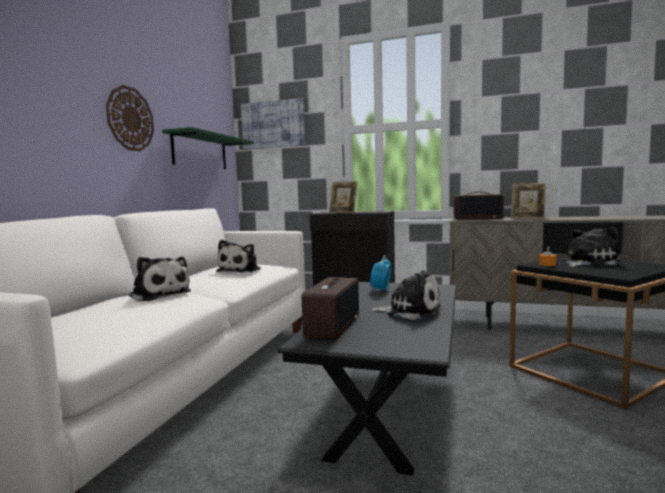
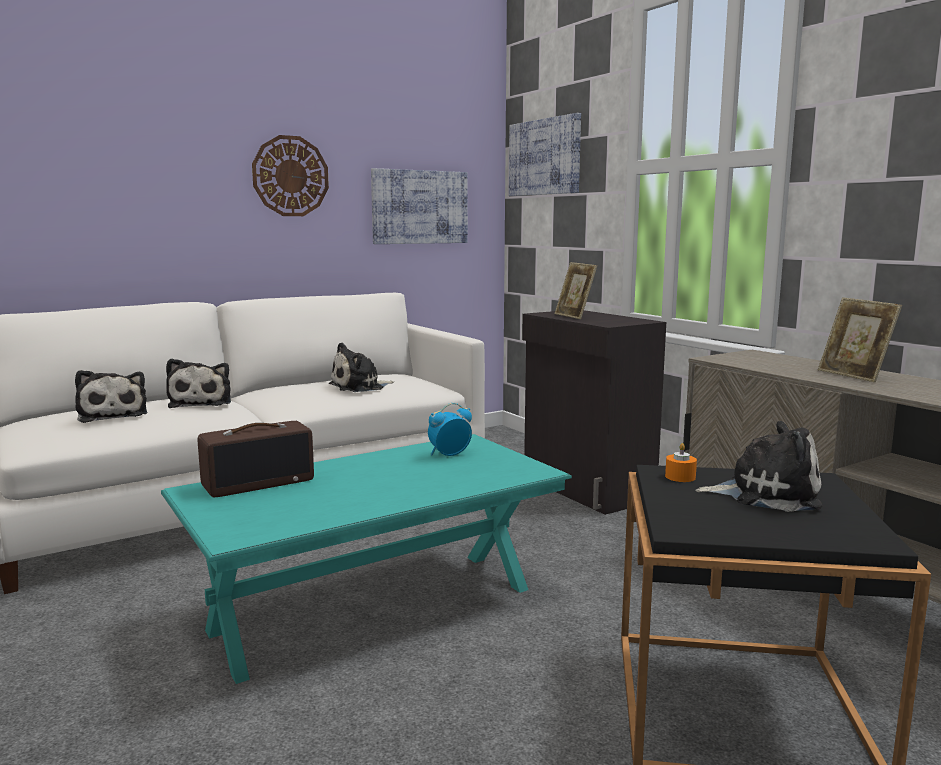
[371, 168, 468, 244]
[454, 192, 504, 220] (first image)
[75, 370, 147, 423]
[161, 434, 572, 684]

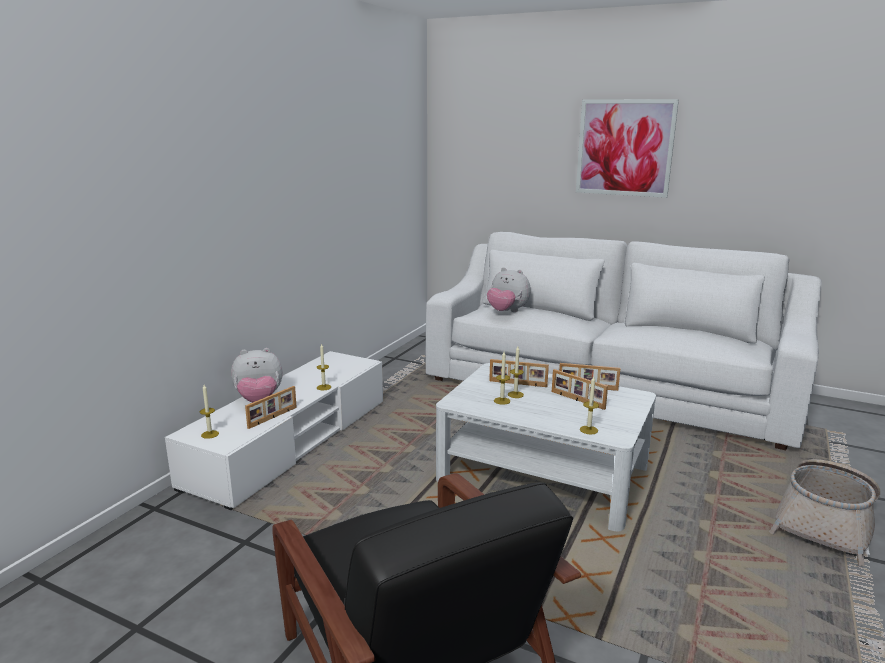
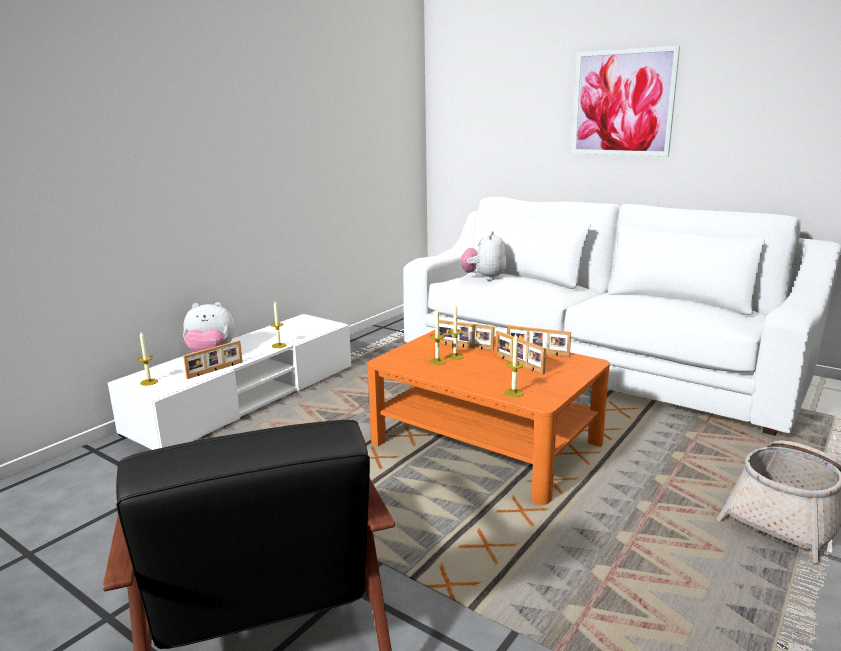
[461, 231, 506, 281]
[367, 330, 610, 505]

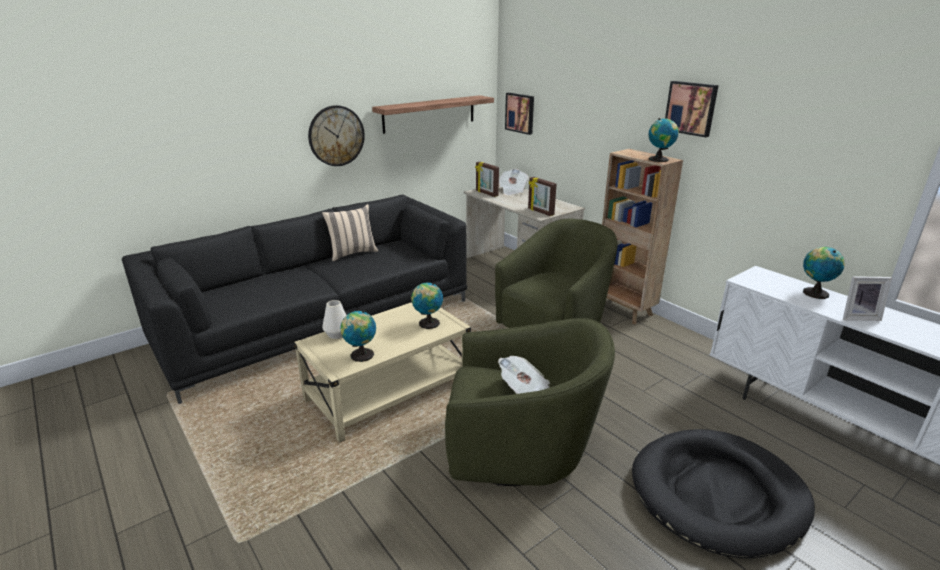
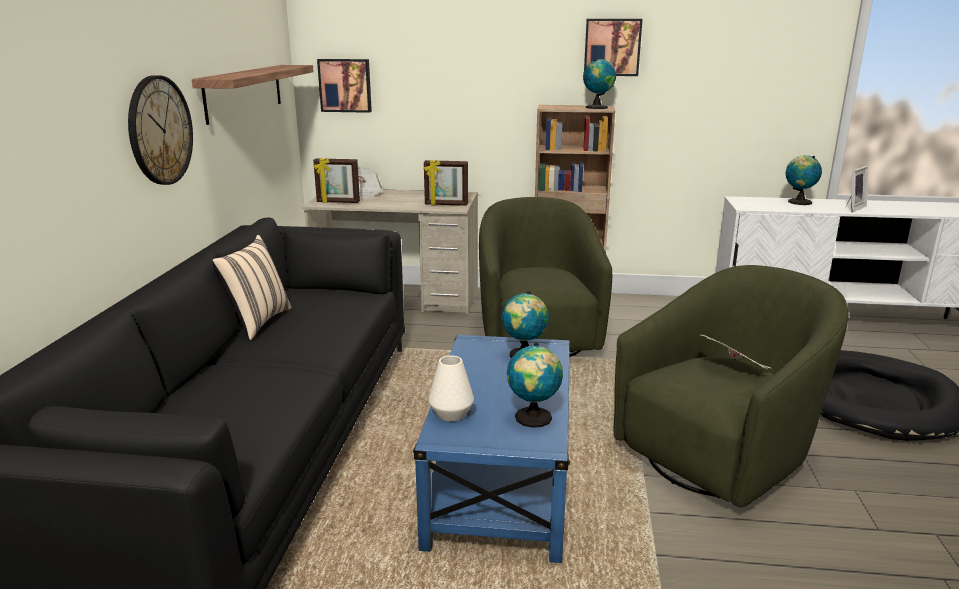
[413, 335, 571, 563]

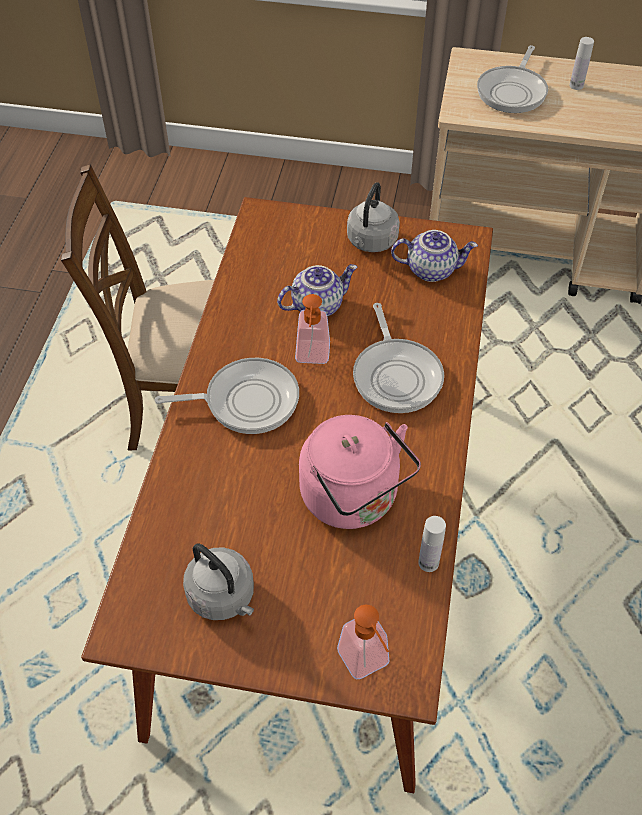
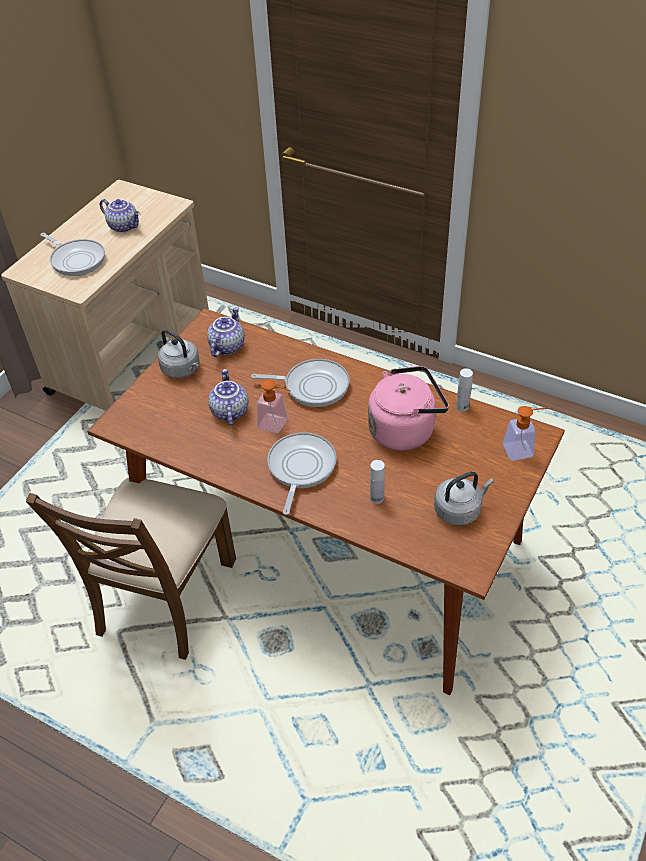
[370, 460, 385, 504]
[100, 199, 140, 233]

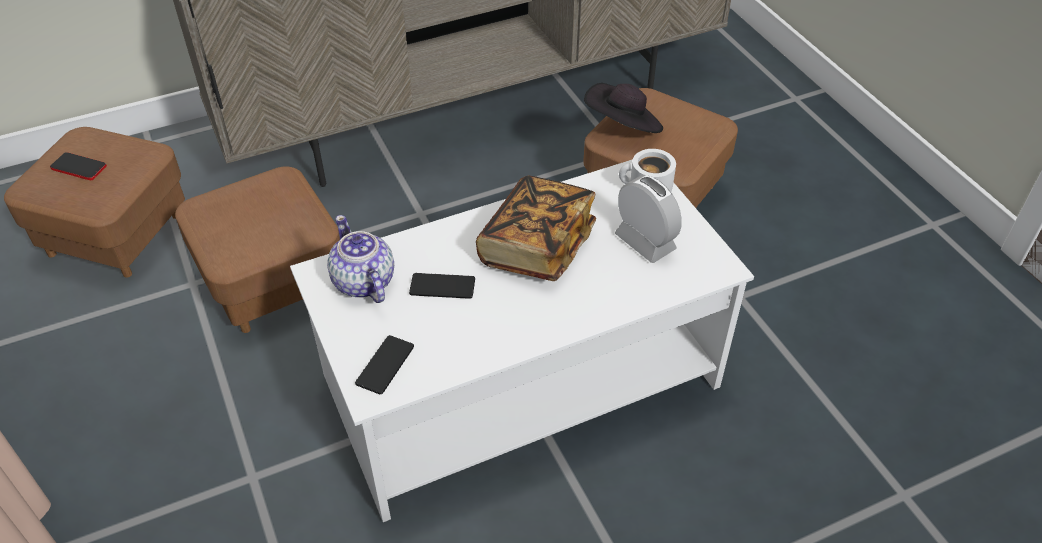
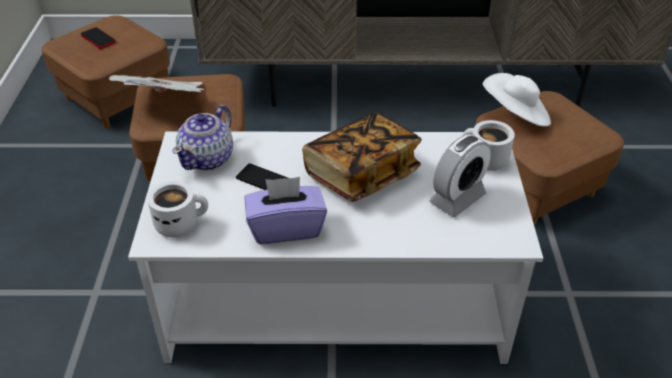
[483, 73, 551, 126]
[429, 134, 491, 217]
[172, 105, 233, 171]
[147, 181, 208, 237]
[109, 75, 205, 92]
[244, 177, 327, 244]

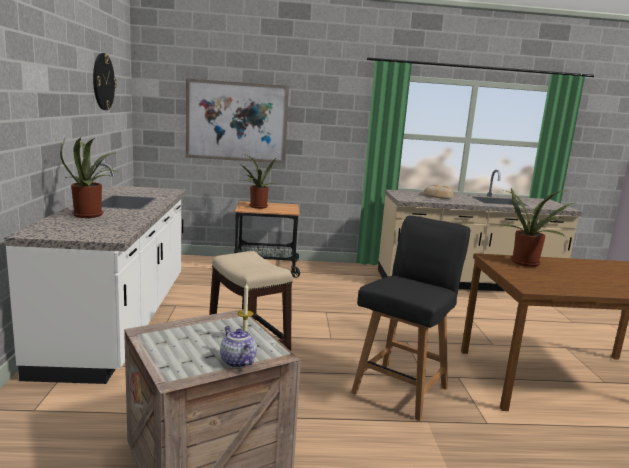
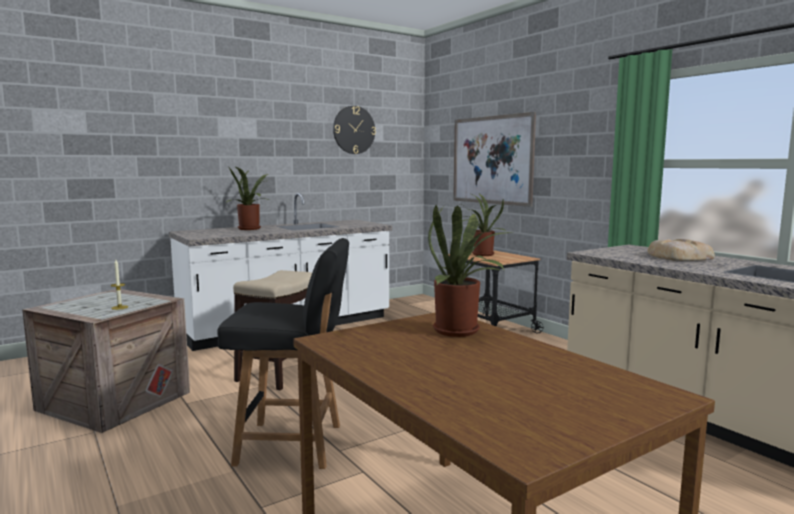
[220, 326, 257, 368] (first image)

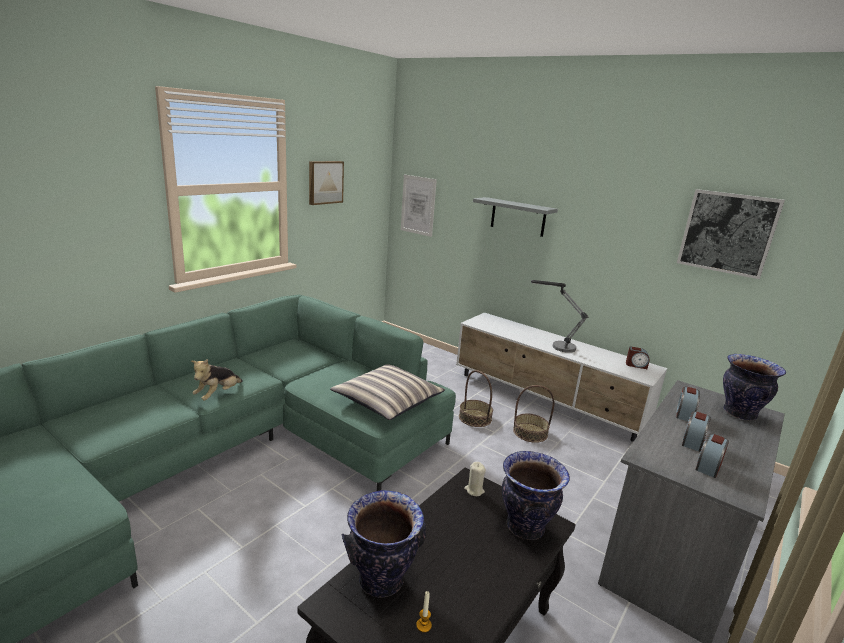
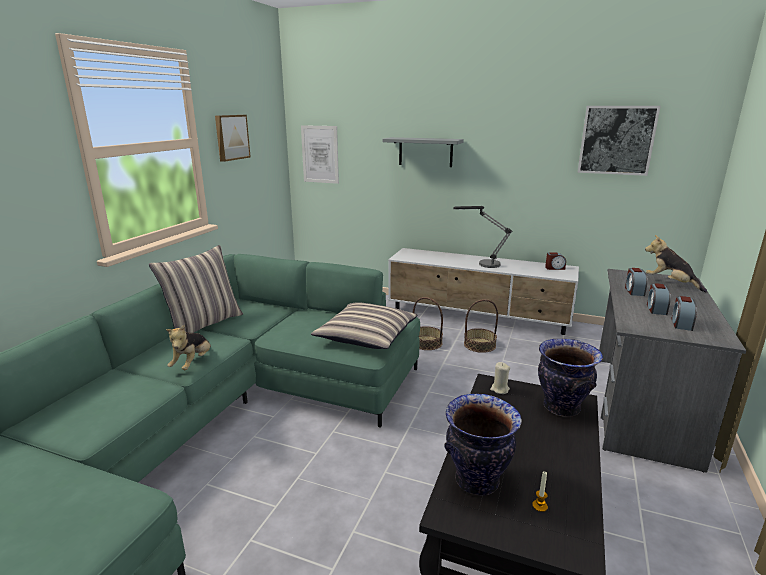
[645, 235, 707, 293]
[149, 245, 243, 333]

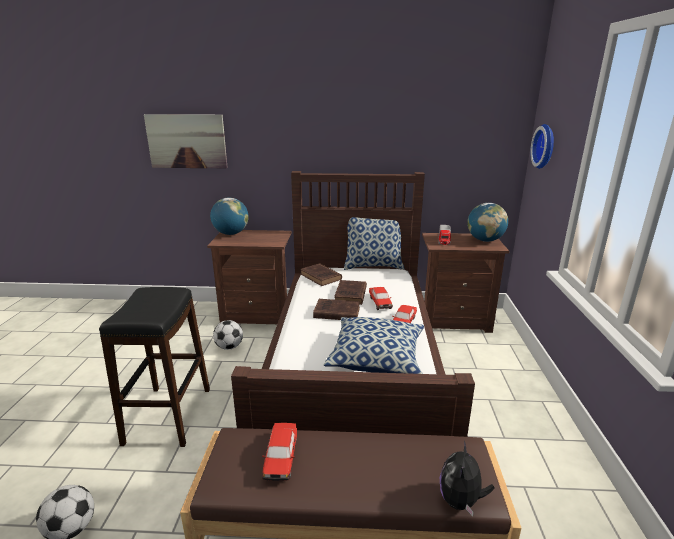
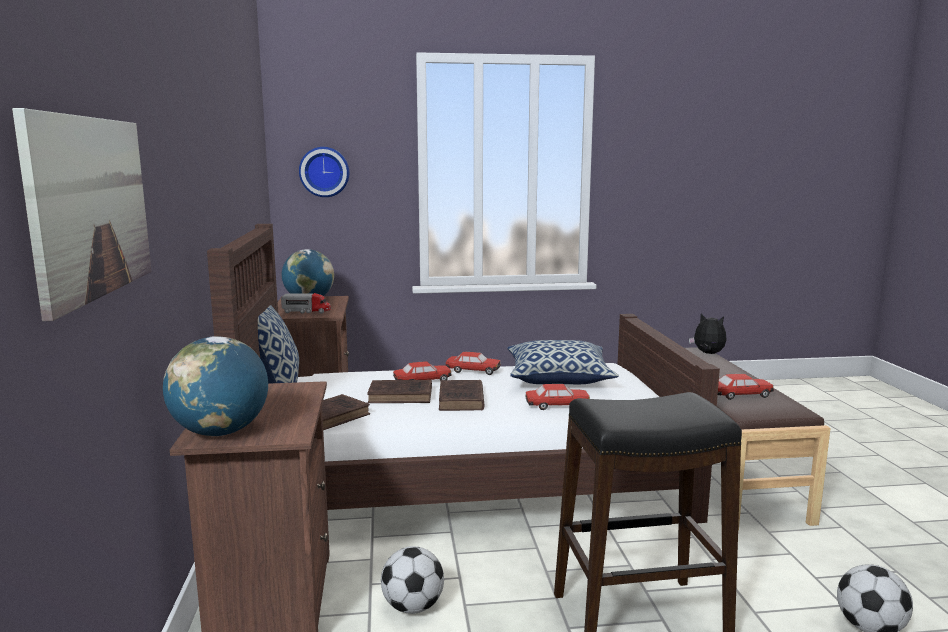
[689, 313, 727, 354]
[526, 384, 590, 410]

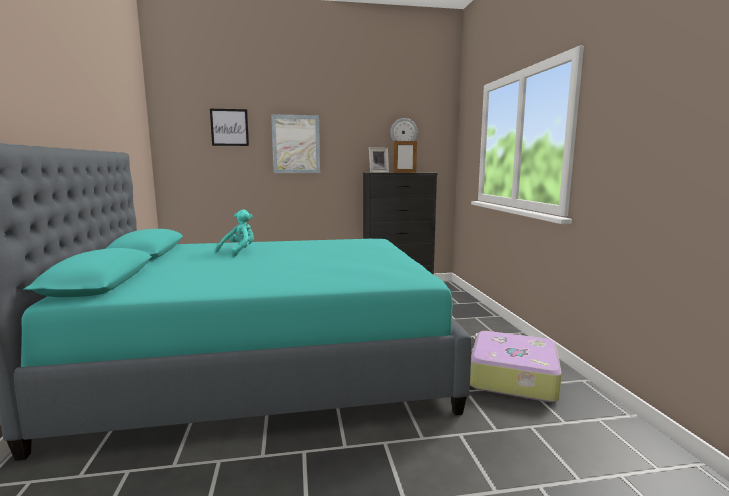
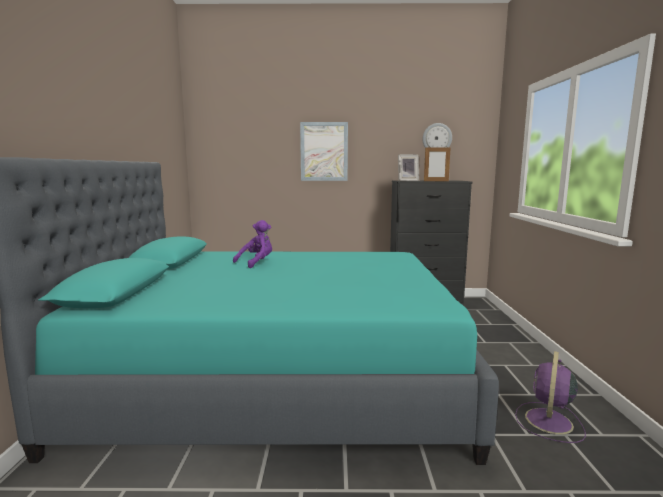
[210, 109, 249, 146] (first image)
[233, 220, 272, 268]
[515, 351, 586, 443]

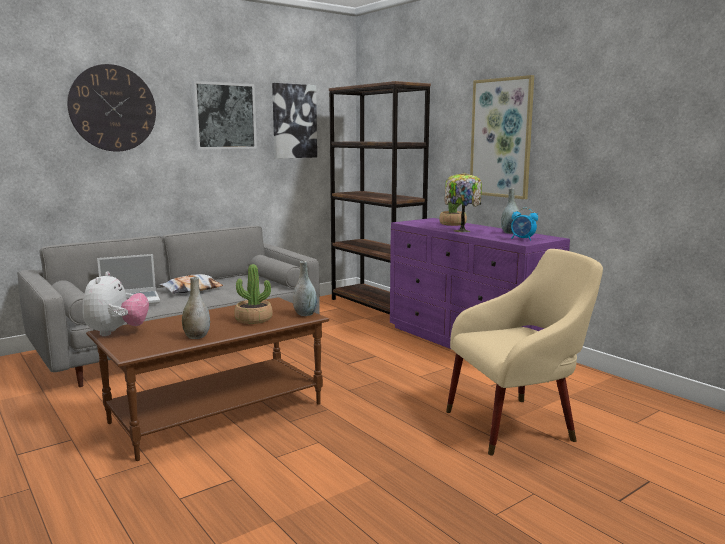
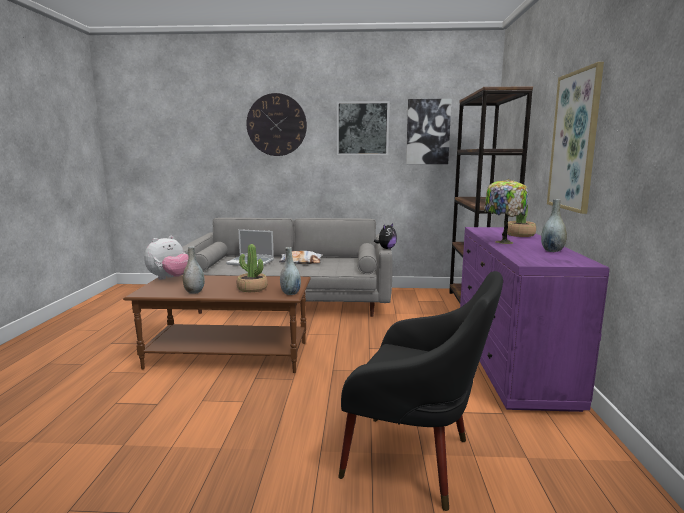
[511, 208, 538, 241] (first image)
[338, 271, 503, 511]
[374, 223, 397, 249]

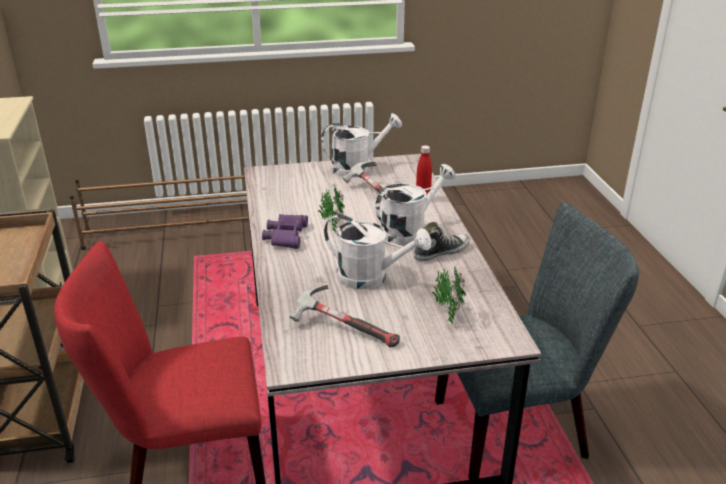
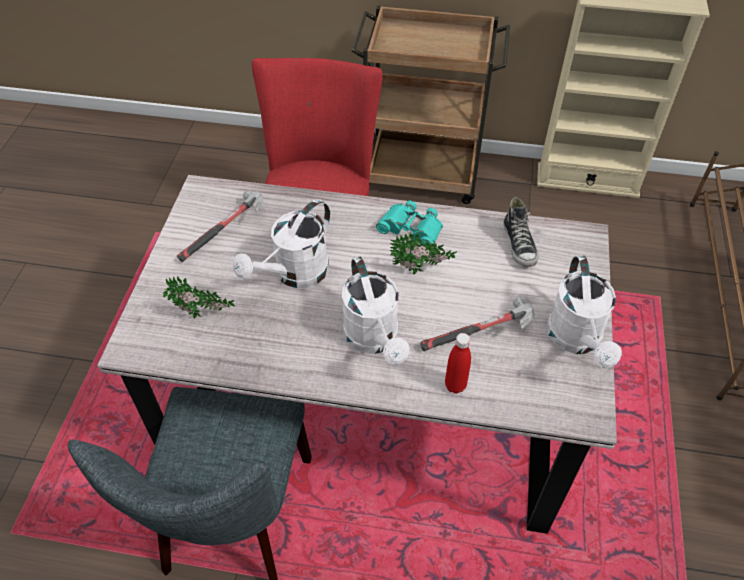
[376, 201, 443, 245]
[503, 197, 539, 267]

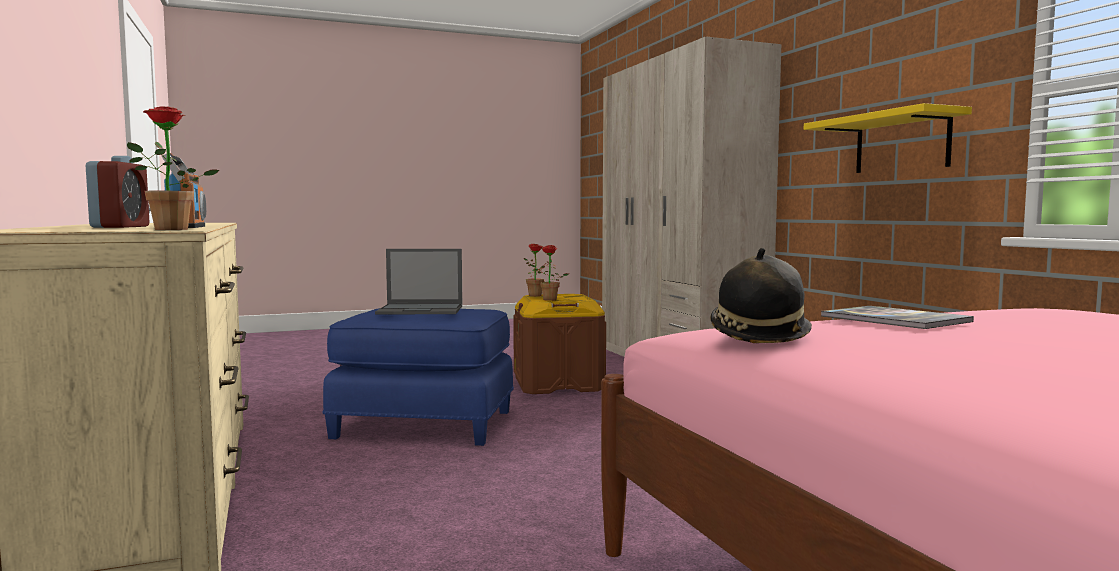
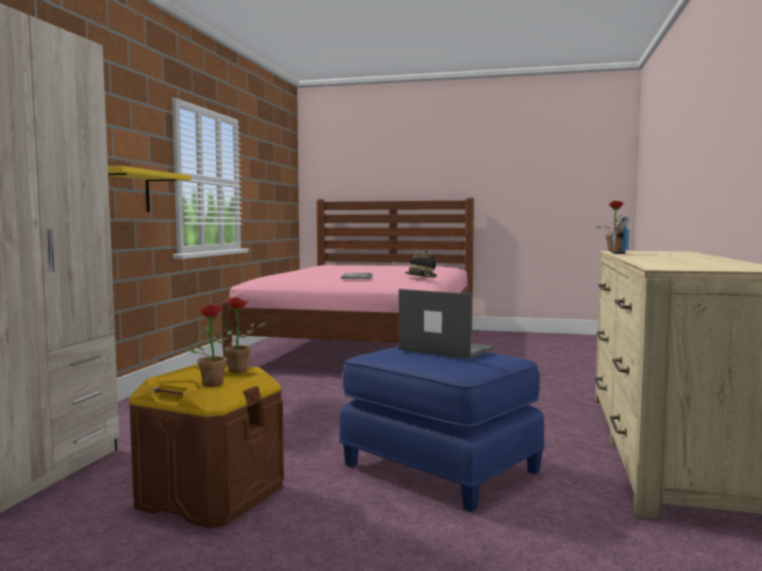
[86, 156, 149, 228] (first image)

